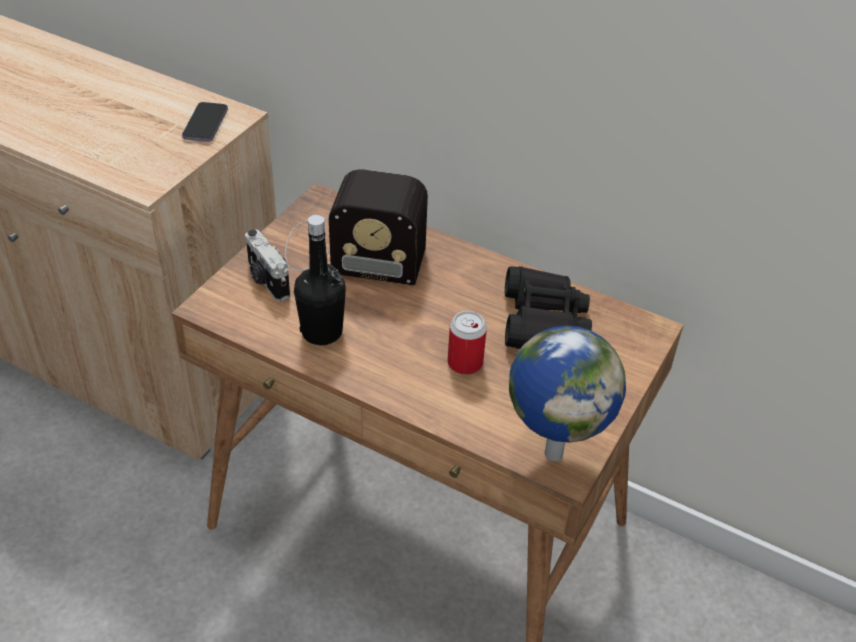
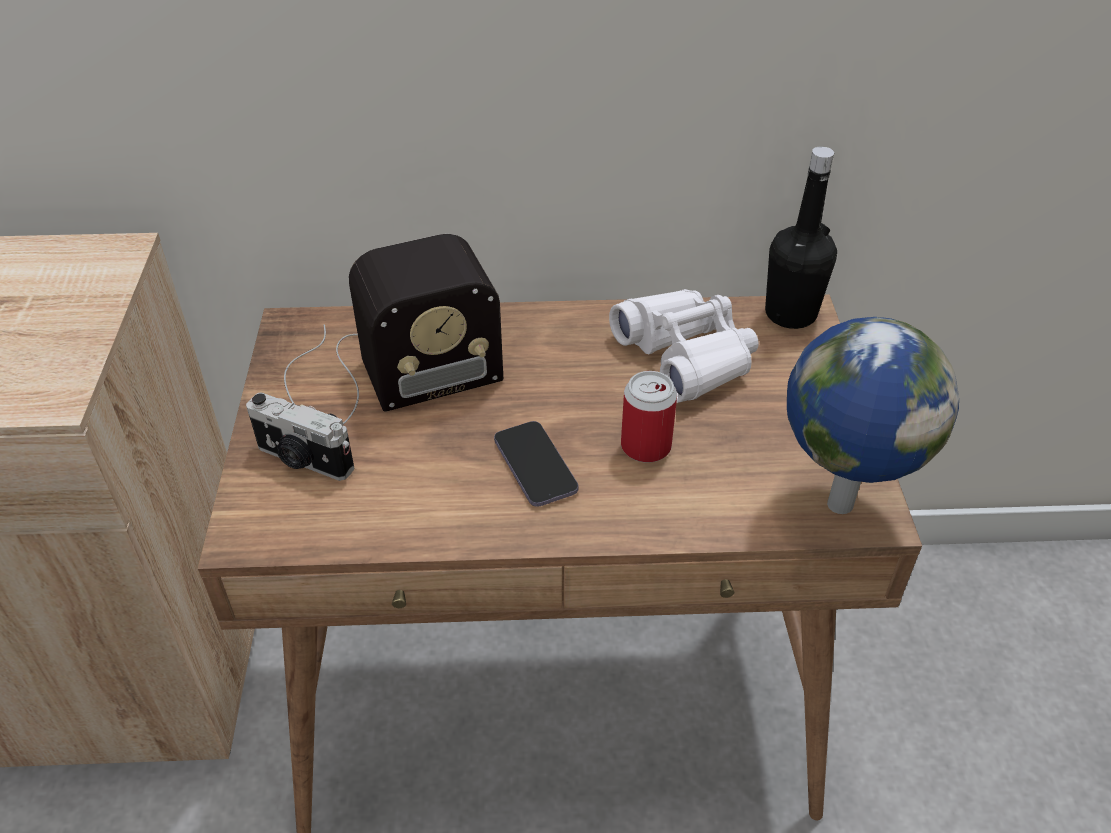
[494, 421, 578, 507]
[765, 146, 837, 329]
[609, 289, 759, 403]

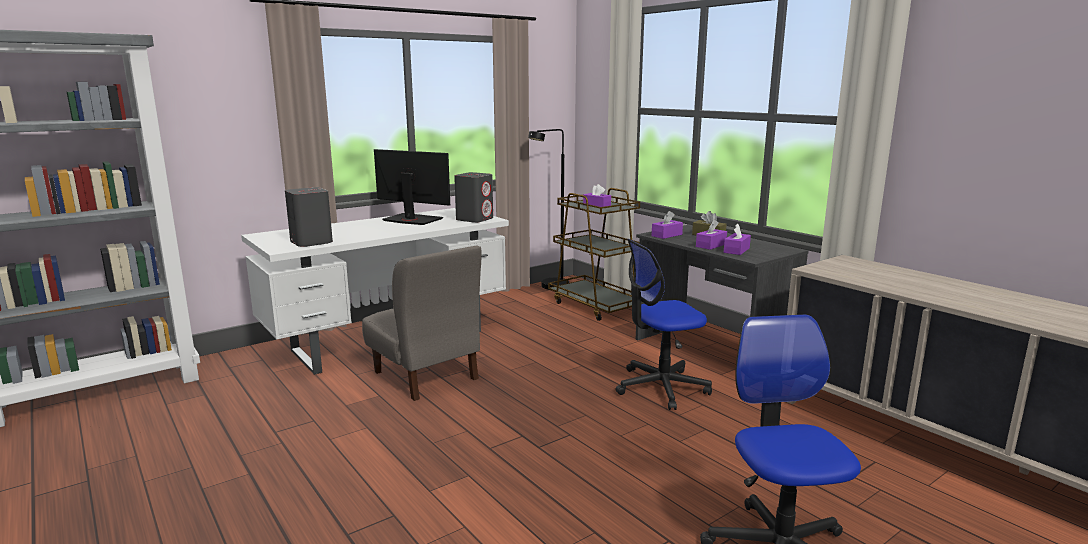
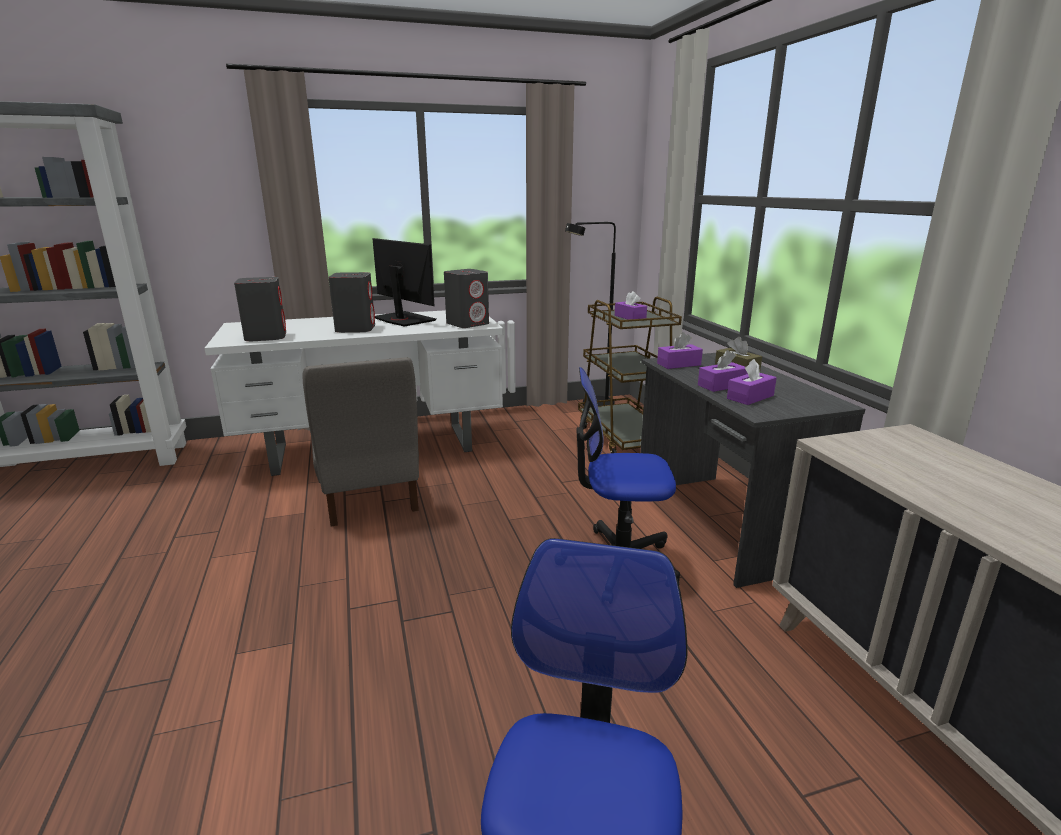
[328, 272, 375, 333]

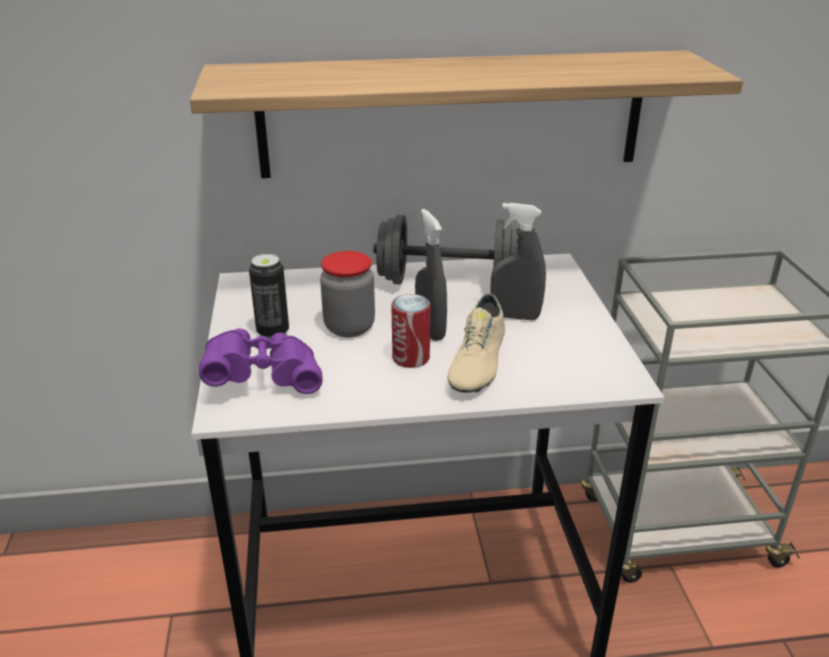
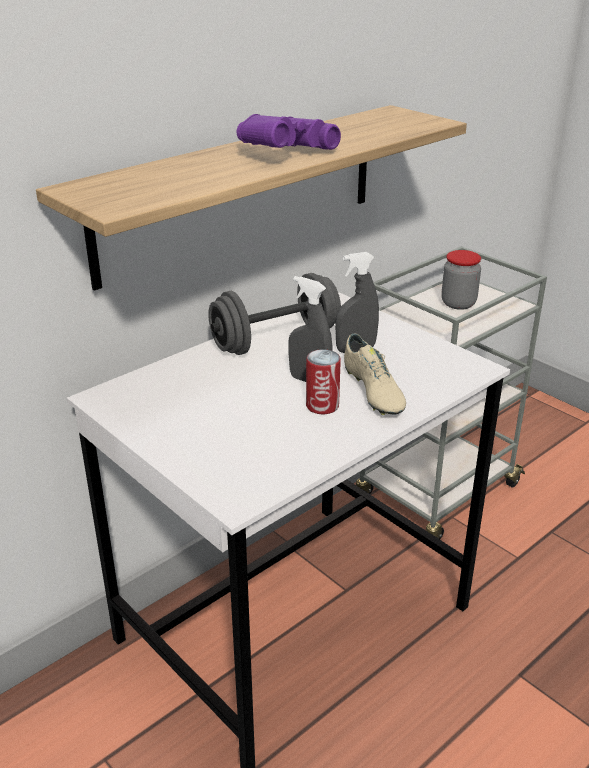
[441, 250, 481, 310]
[249, 254, 289, 339] (first image)
[237, 114, 341, 150]

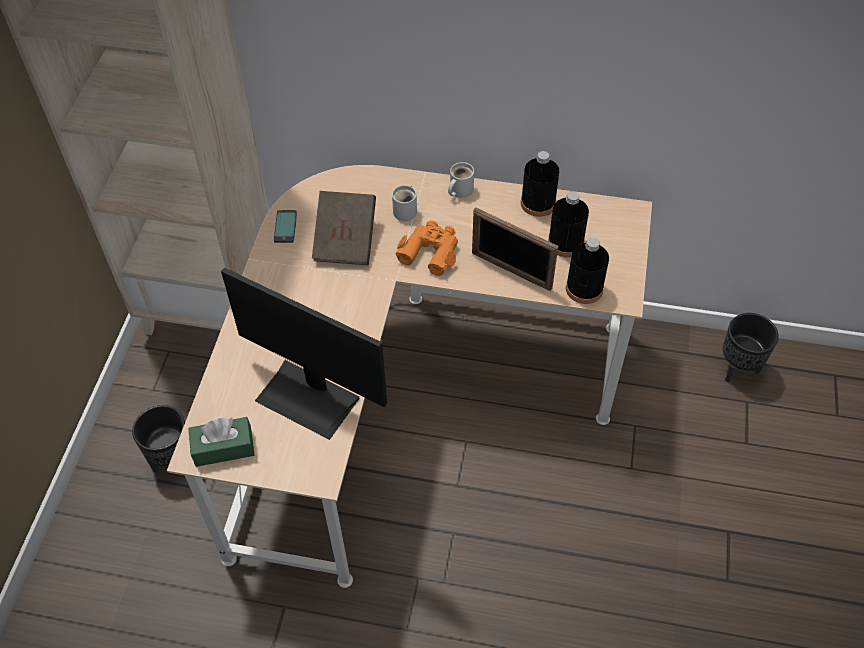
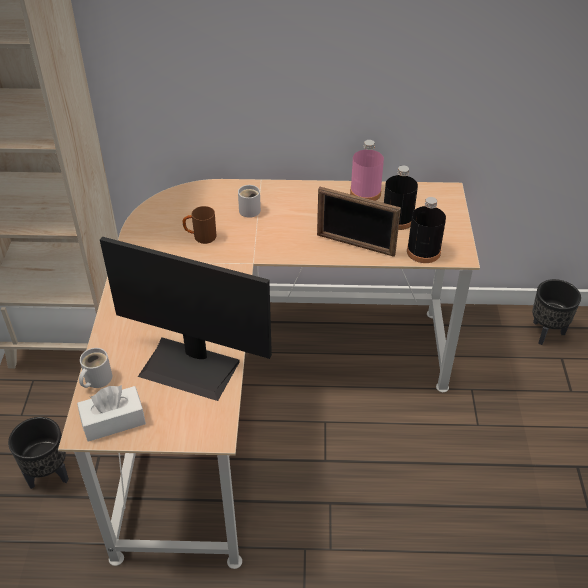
[350, 140, 384, 201]
[79, 348, 112, 388]
[183, 206, 216, 244]
[274, 210, 297, 243] (first image)
[395, 220, 458, 276] (first image)
[77, 385, 146, 442]

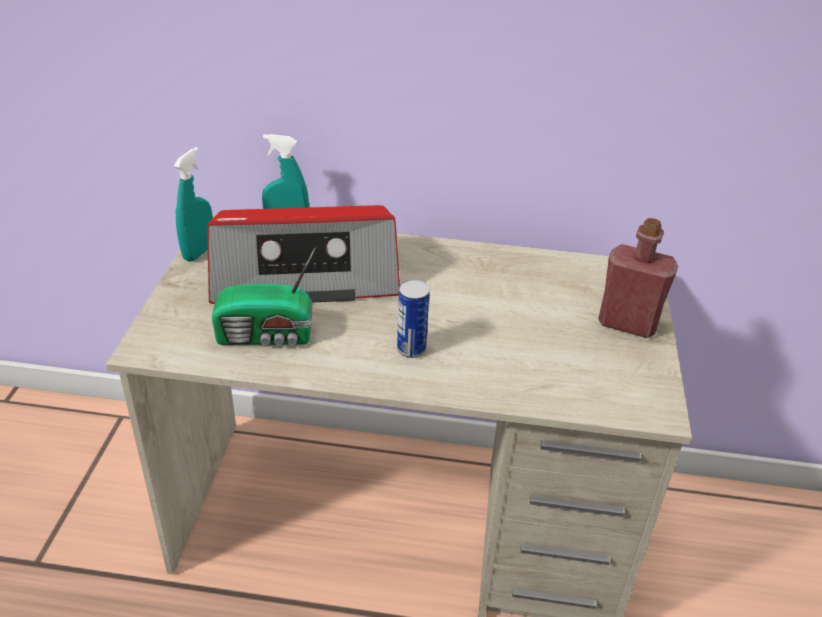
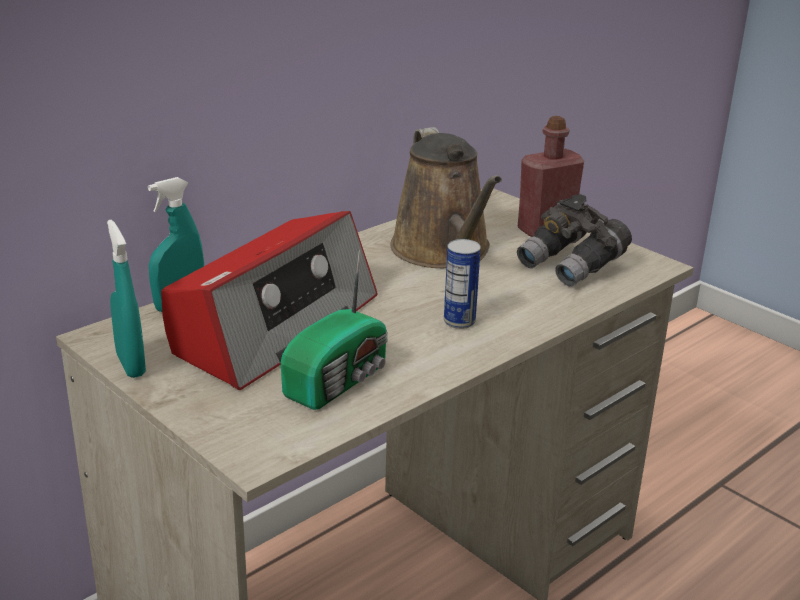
[391, 127, 502, 268]
[517, 194, 632, 286]

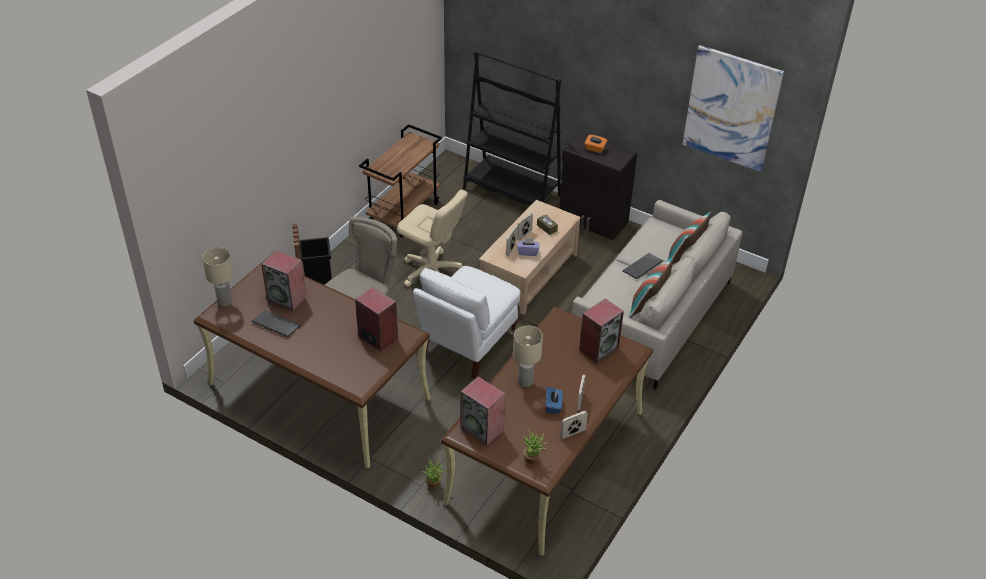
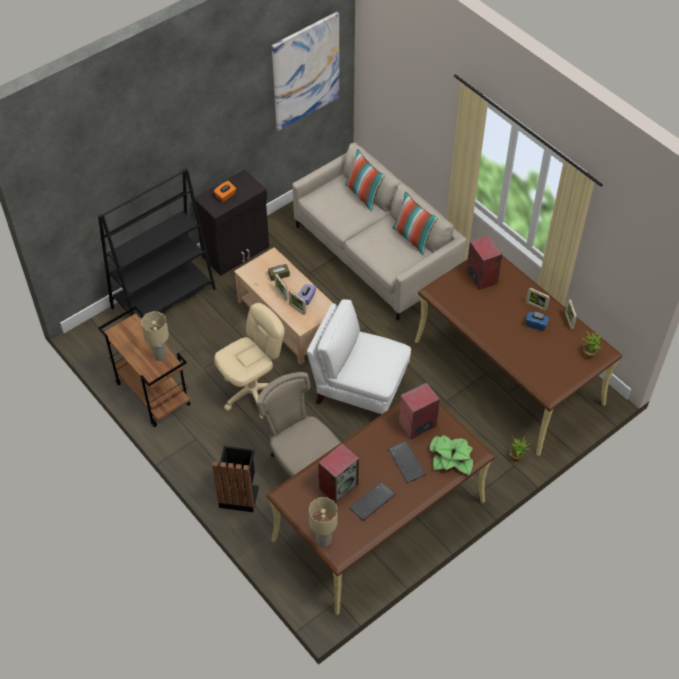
[388, 441, 426, 483]
[307, 299, 411, 416]
[141, 311, 169, 361]
[460, 376, 505, 446] (first image)
[430, 435, 473, 475]

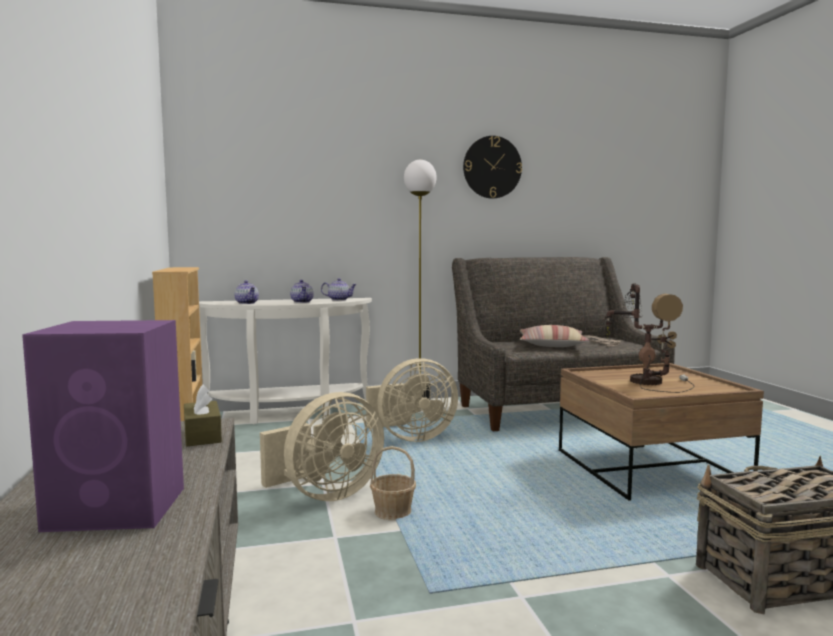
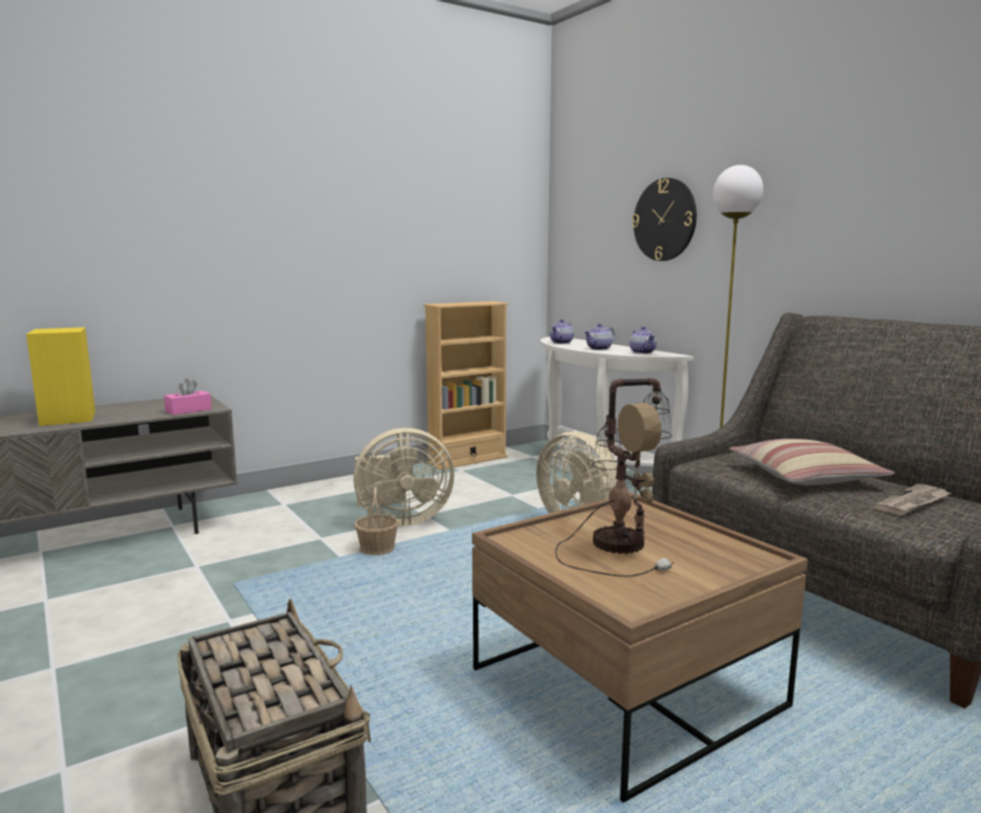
[632, 178, 697, 261]
[26, 327, 95, 426]
[164, 378, 212, 415]
[353, 428, 454, 526]

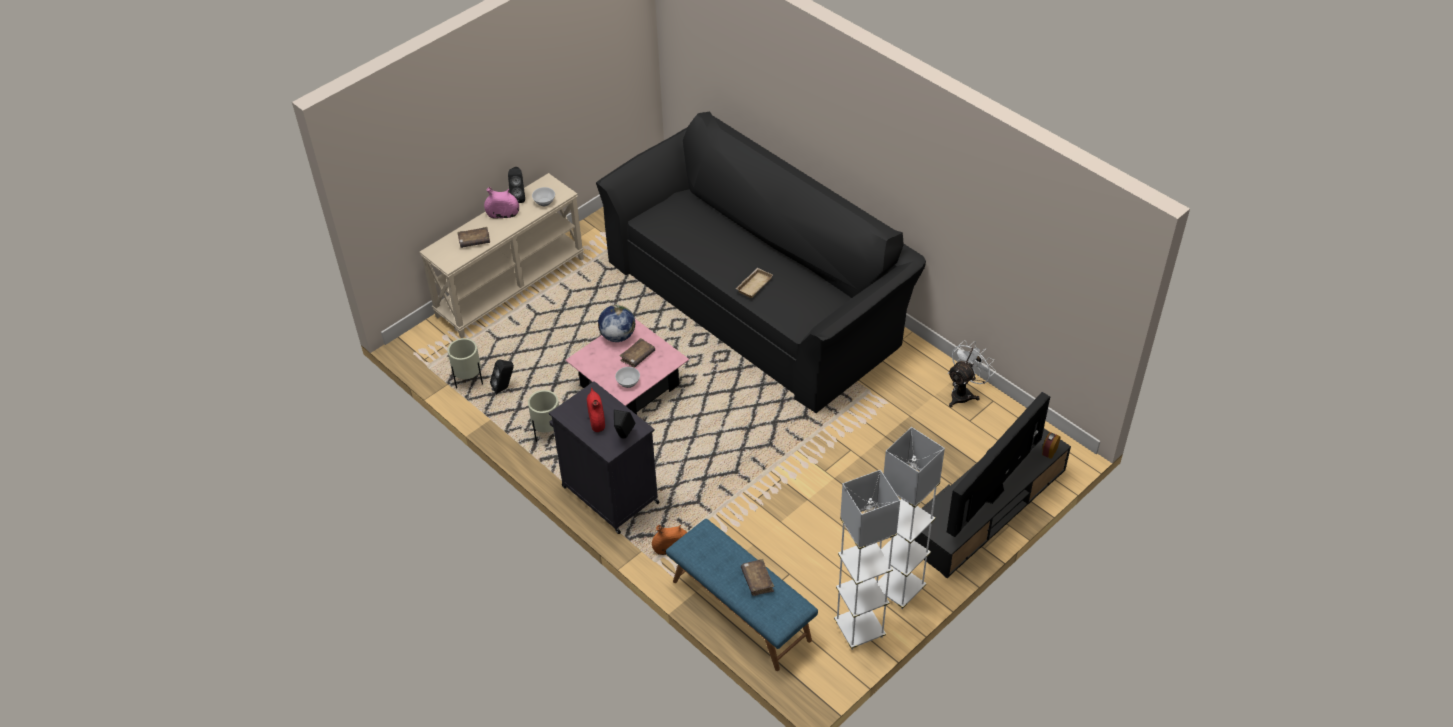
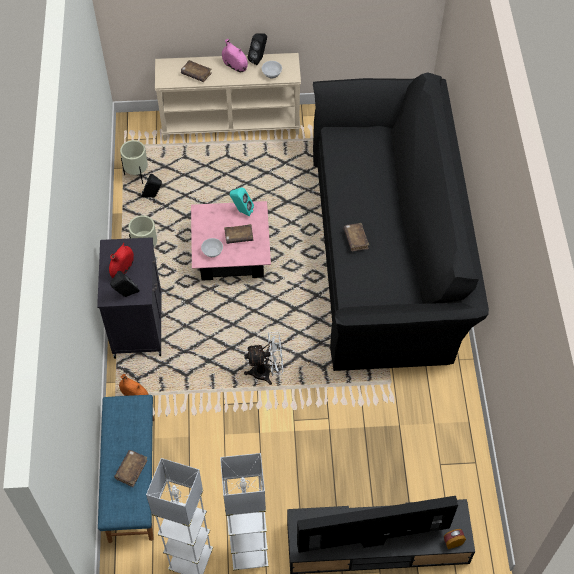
[343, 223, 369, 251]
[230, 187, 254, 216]
[244, 332, 283, 385]

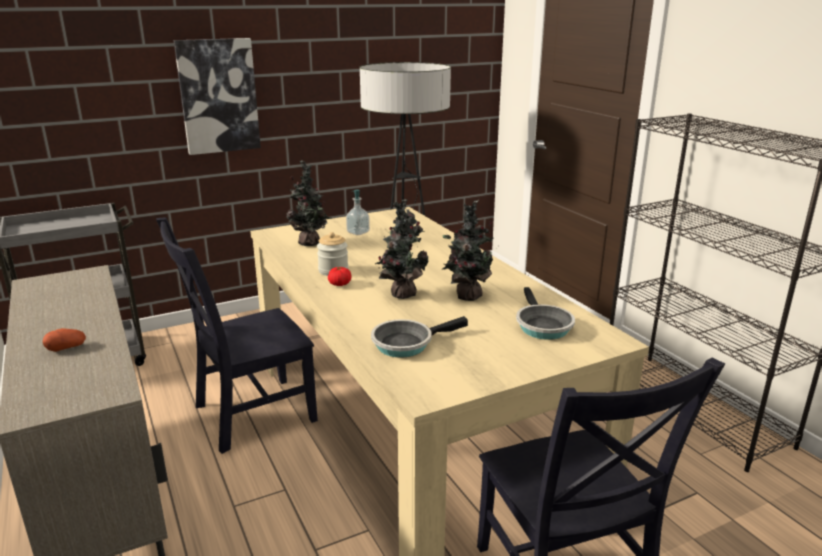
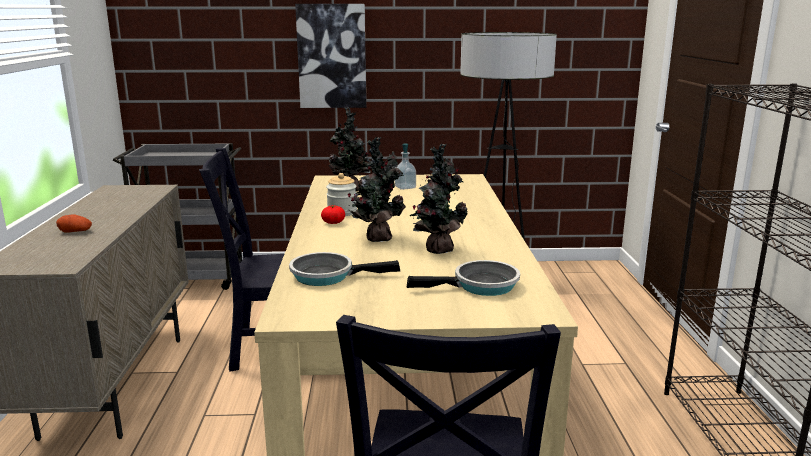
[407, 260, 520, 296]

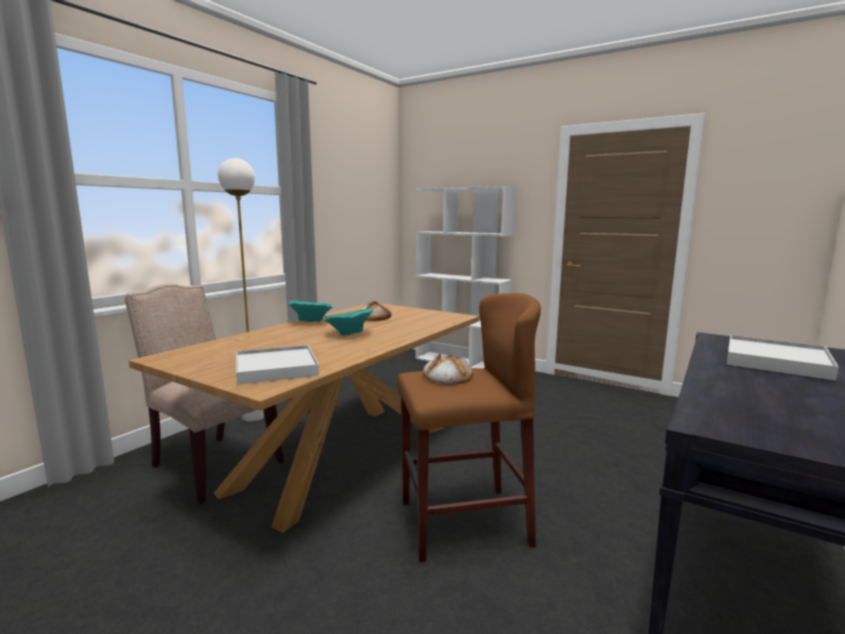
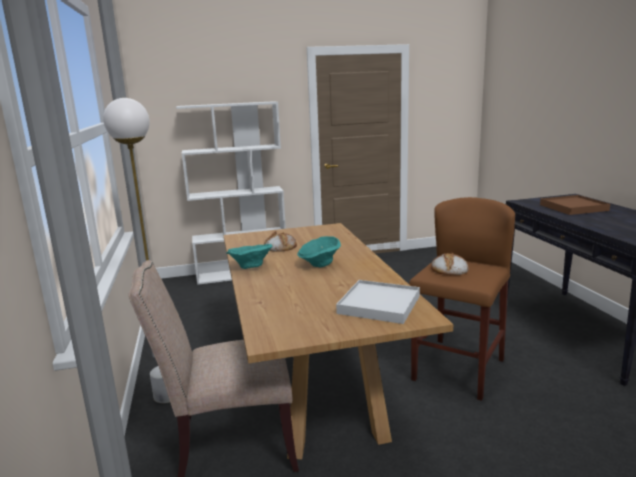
[540, 195, 610, 215]

